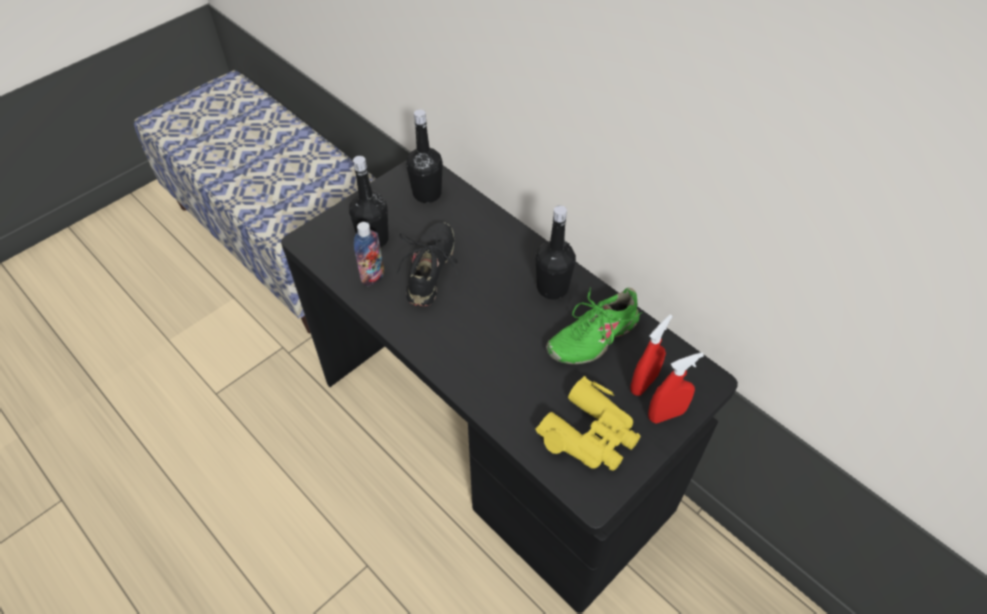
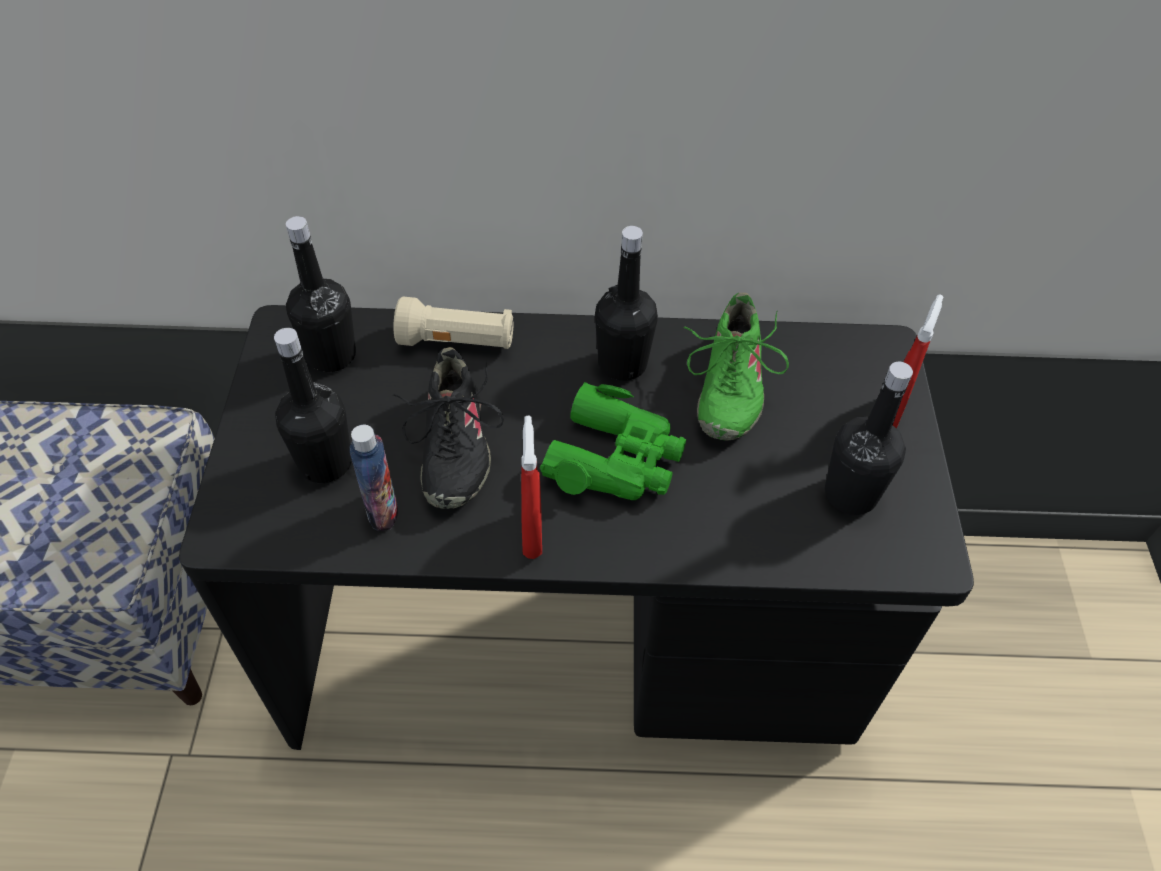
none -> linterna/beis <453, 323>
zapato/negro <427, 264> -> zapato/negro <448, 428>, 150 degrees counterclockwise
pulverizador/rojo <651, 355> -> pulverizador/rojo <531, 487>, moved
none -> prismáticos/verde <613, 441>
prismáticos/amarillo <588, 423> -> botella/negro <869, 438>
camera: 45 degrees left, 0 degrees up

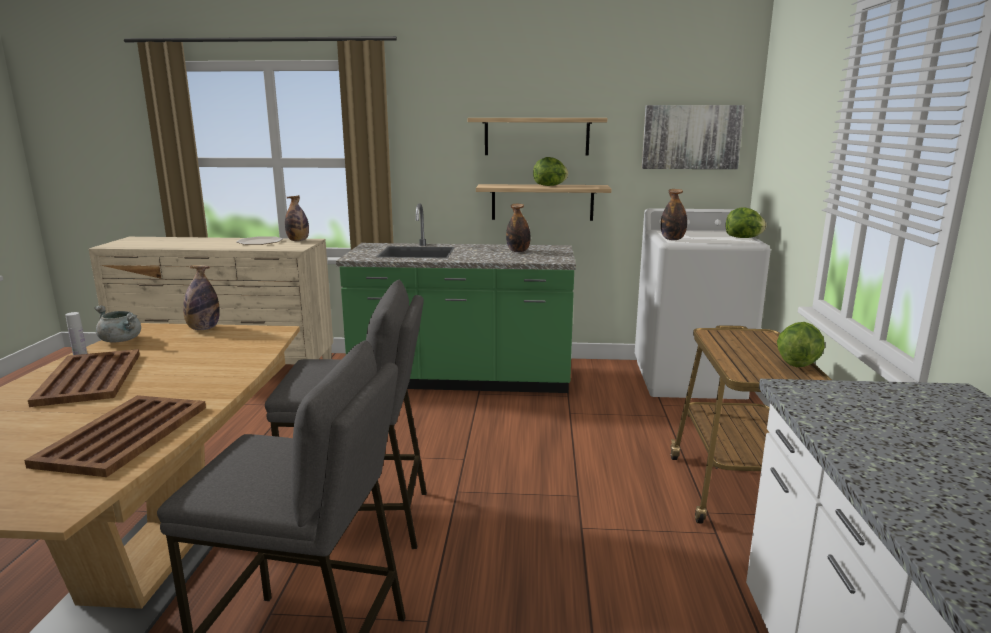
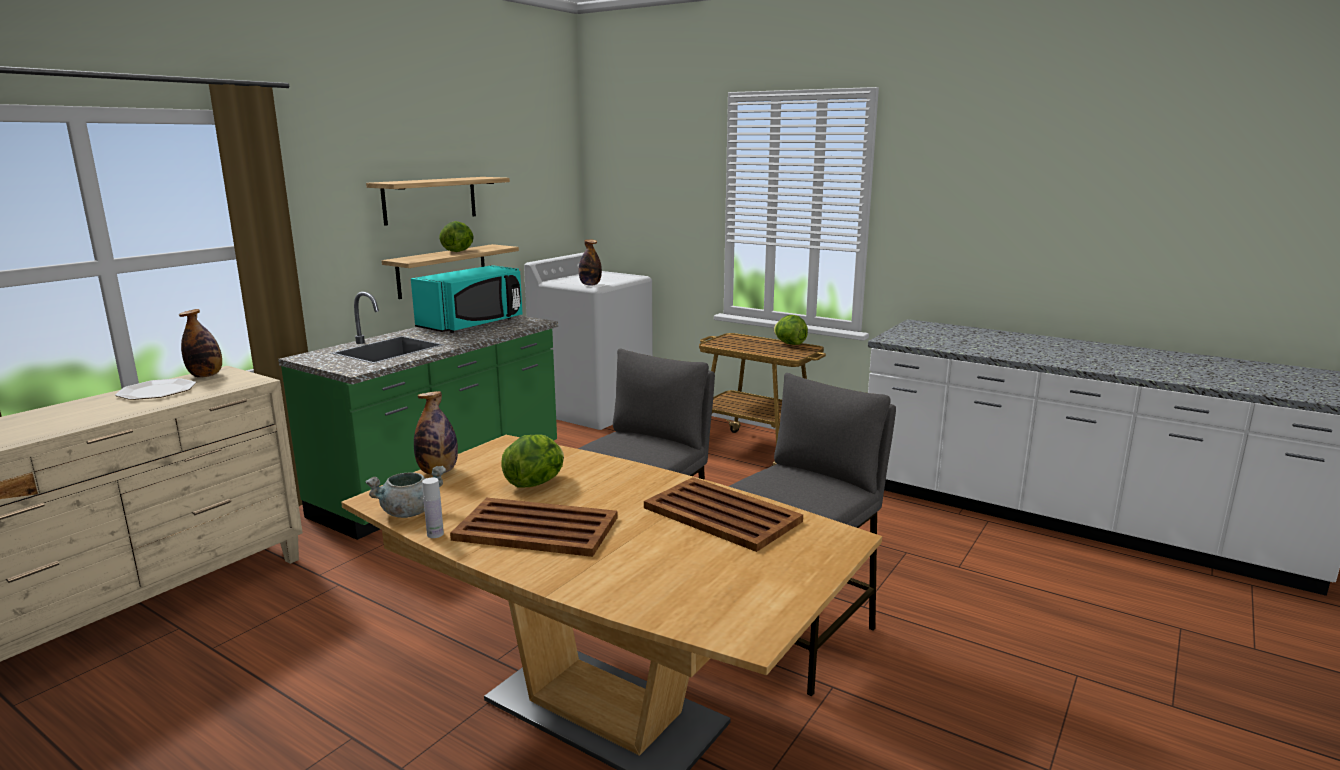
botella <518, 228> -> microondas/turquesa <466, 299>
lechuga <746, 222> -> lechuga <532, 461>, moved
cuadro <693, 137> -> none
camera: 60 degrees left, 0 degrees up

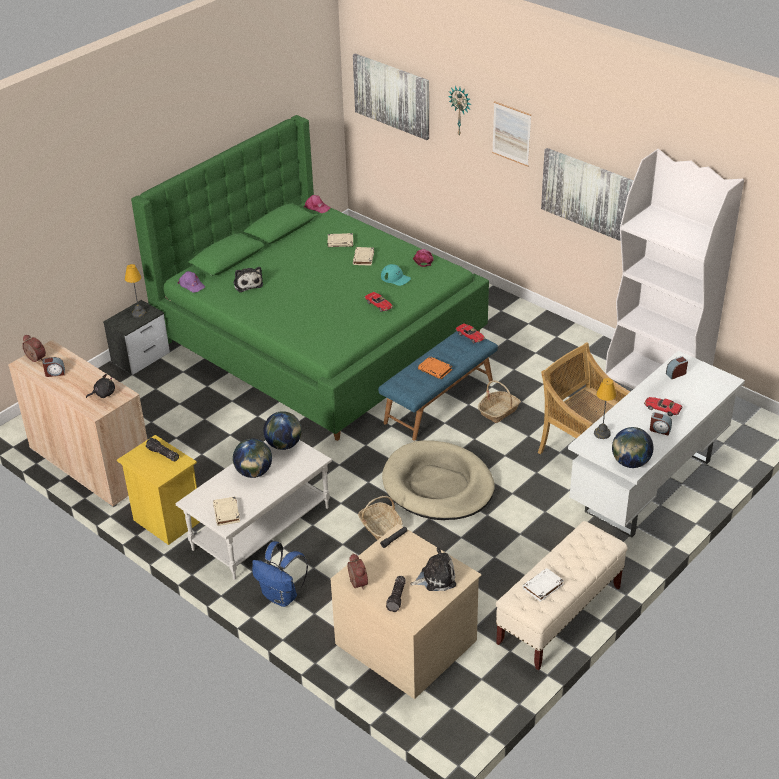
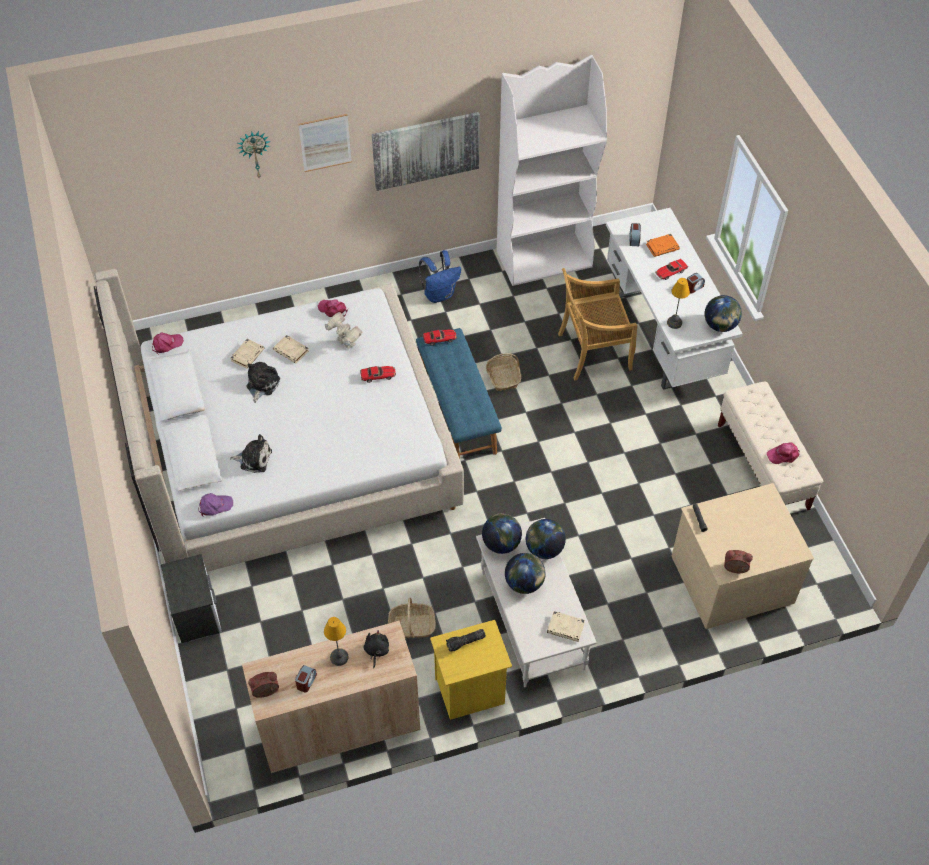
cama/verde <310, 278> -> cama/beis <278, 420>
peluche <433, 569> -> peluche <263, 382>, moved
lámpara de mesa <135, 291> -> lámpara de mesa <336, 641>, moved
gorra/turquesa <396, 275> -> robot de juguete <343, 330>
cesta <380, 518> -> cesta <412, 618>, moved
mochila/azul <280, 574> -> mochila/azul <440, 276>, moved
none -> globo terráqueo <546, 539>
libro/naranja <435, 367> -> libro/naranja <663, 245>, moved
libro/blanco <543, 585> -> gorra/rosa <783, 453>
cuadro <391, 96> -> none
cama para perro/beis <438, 480> -> none
linterna <396, 594> -> none
camera: 60 degrees left, 15 degrees up

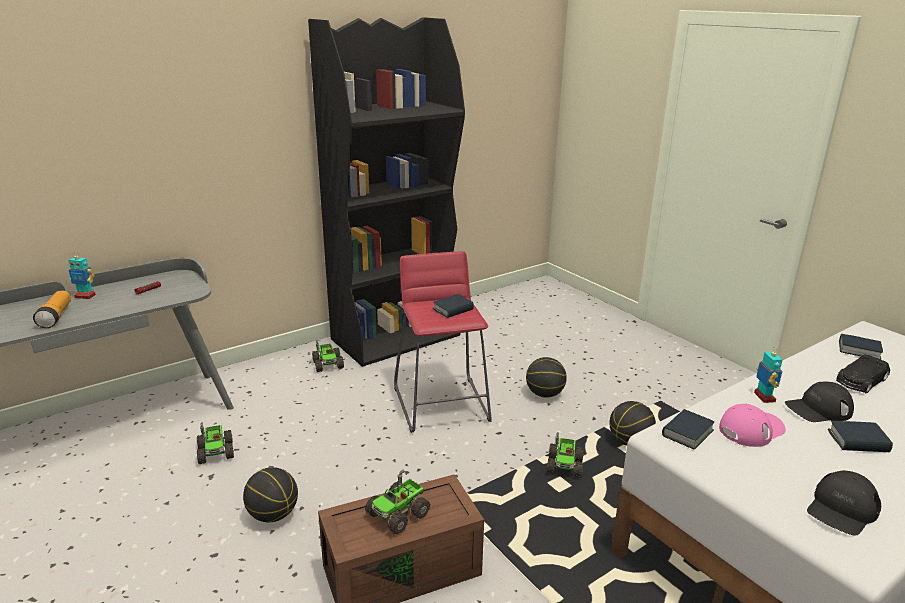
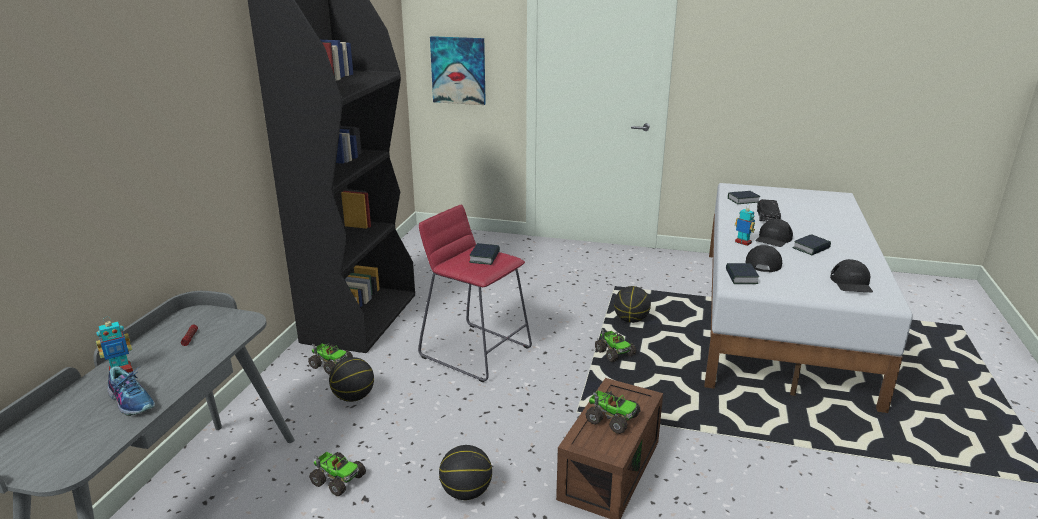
linterna <52, 309> -> zapato <131, 391>
balón de baloncesto <546, 377> -> balón de baloncesto <351, 379>, moved
none -> cuadro <458, 70>
camión de juguete <397, 502> -> camión de juguete <613, 412>, 60 degrees counterclockwise
gorra/rosa <752, 425> -> gorra/negro <763, 258>
camera: 40 degrees left, 0 degrees up

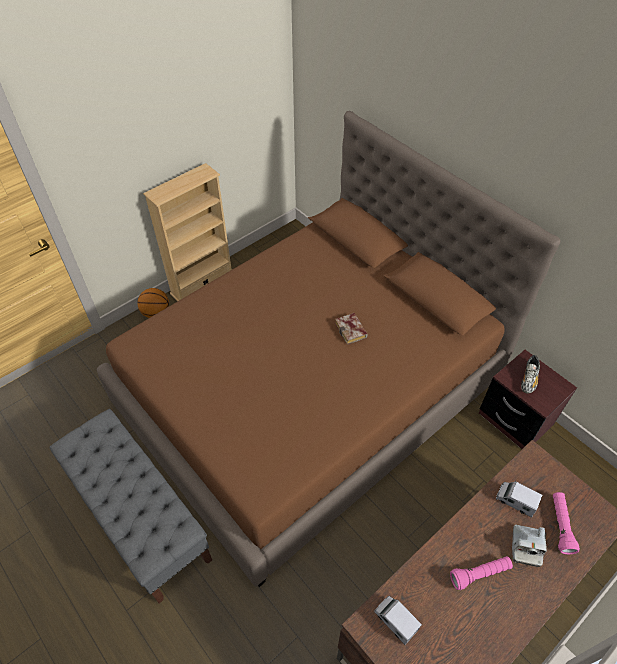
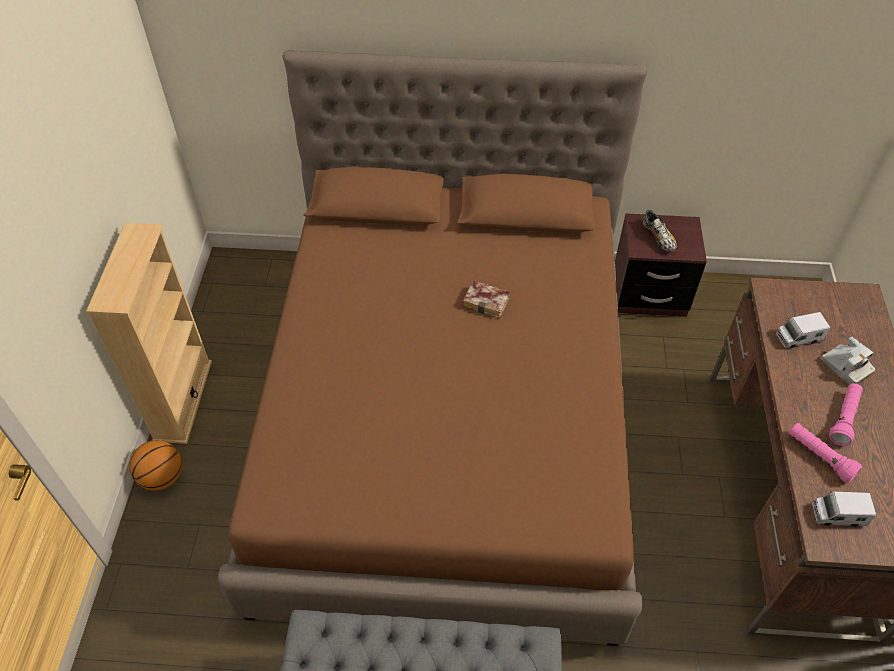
linterna/rosa <566, 523> -> linterna/rosa <825, 453>, moved
camera: 45 degrees left, 0 degrees up

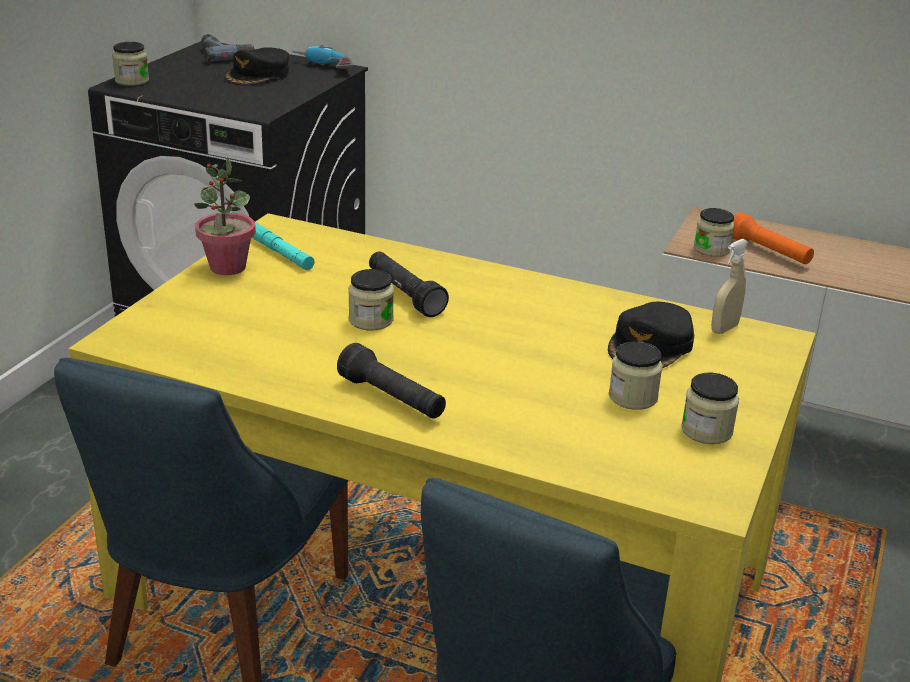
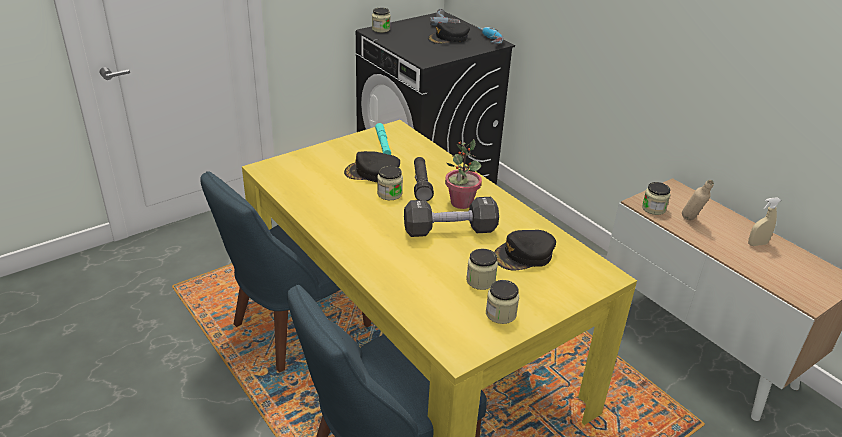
none -> gorra/negro <372, 166>
none -> mancuerna/negro <451, 217>
planta en maceta <225, 216> -> planta en maceta <463, 174>, moved
linterna/naranja <773, 238> -> botella/beis <698, 200>
pulverizador/beis <730, 286> -> pulverizador/beis <764, 221>, moved
linterna/negro <391, 381> -> none
camera: 30 degrees right, 5 degrees up

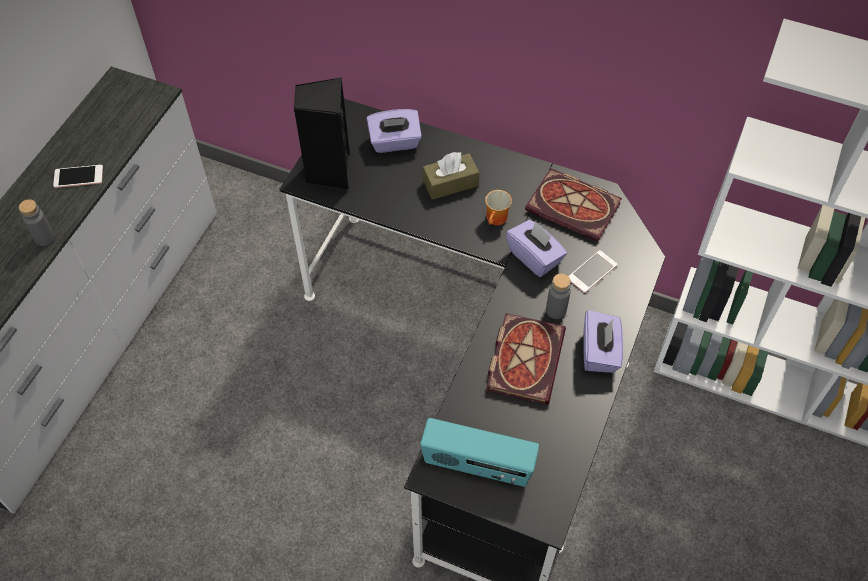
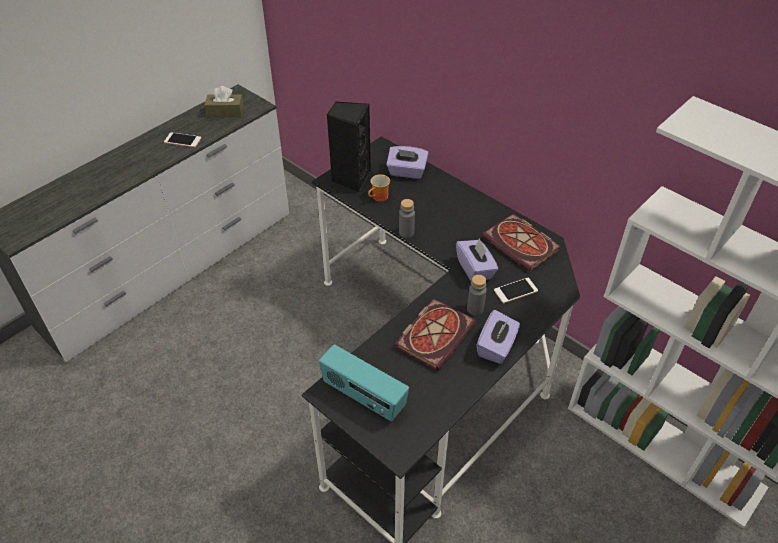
caja de pañuelos/marrón <451, 176> -> caja de pañuelos/marrón <224, 102>, moved
taza grande <498, 207> -> taza grande <379, 188>, moved
botella/gris <37, 222> -> botella/gris <407, 218>, moved
camera: 20 degrees right, 10 degrees down

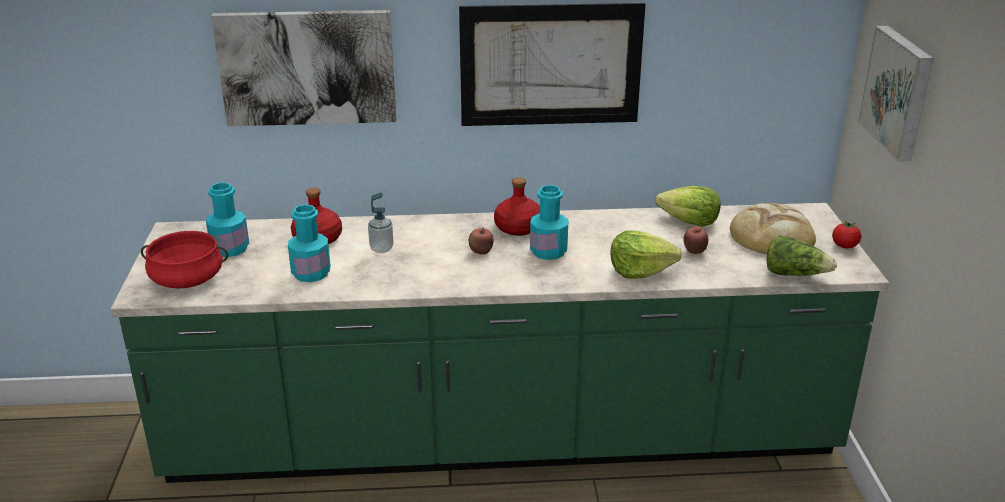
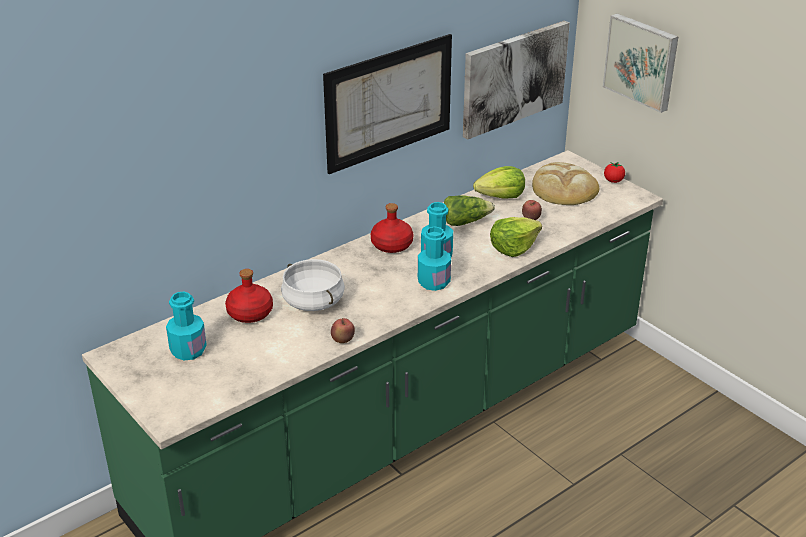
dispensador de jabón <381, 222> -> olla/blanco <313, 285>
manzana <481, 241> -> manzana <343, 330>, moved
botella/turquesa <309, 243> -> botella/turquesa <434, 259>, moved
lechuga <801, 255> -> lechuga <469, 210>, moved
cuadro <303, 68> -> cuadro <516, 80>, moved
olla/rojo <184, 260> -> none
camera: 35 degrees left, 5 degrees up

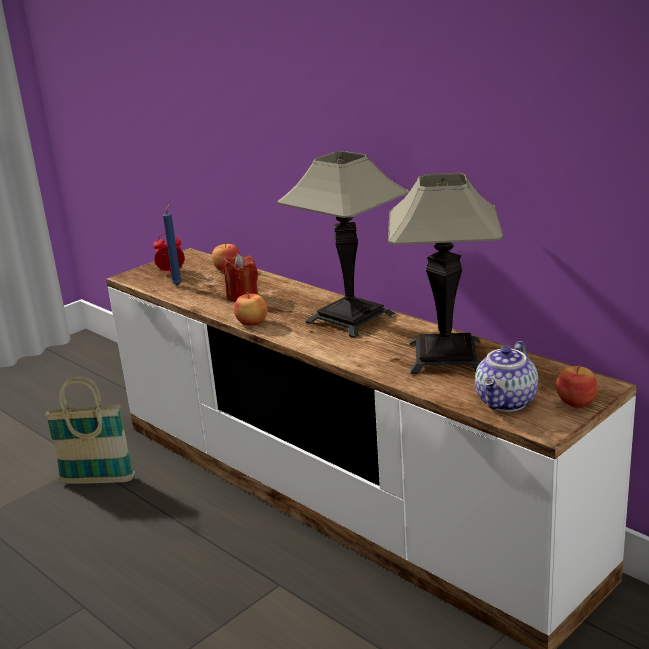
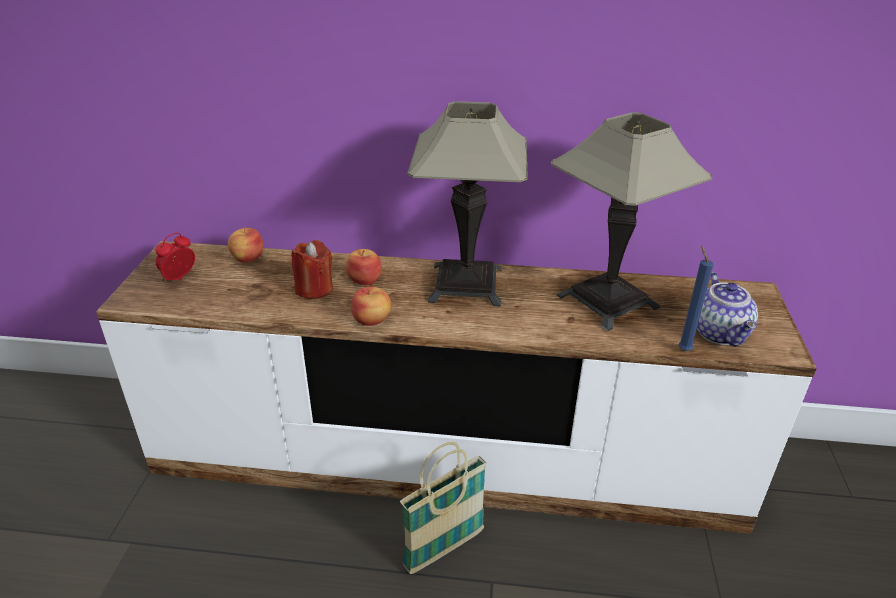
manzana <577, 387> -> manzana <364, 267>, moved
cesta <89, 430> -> cesta <443, 508>, moved
vela/azul <172, 245> -> vela/azul <696, 298>, moved
camera: 40 degrees left, 10 degrees up

